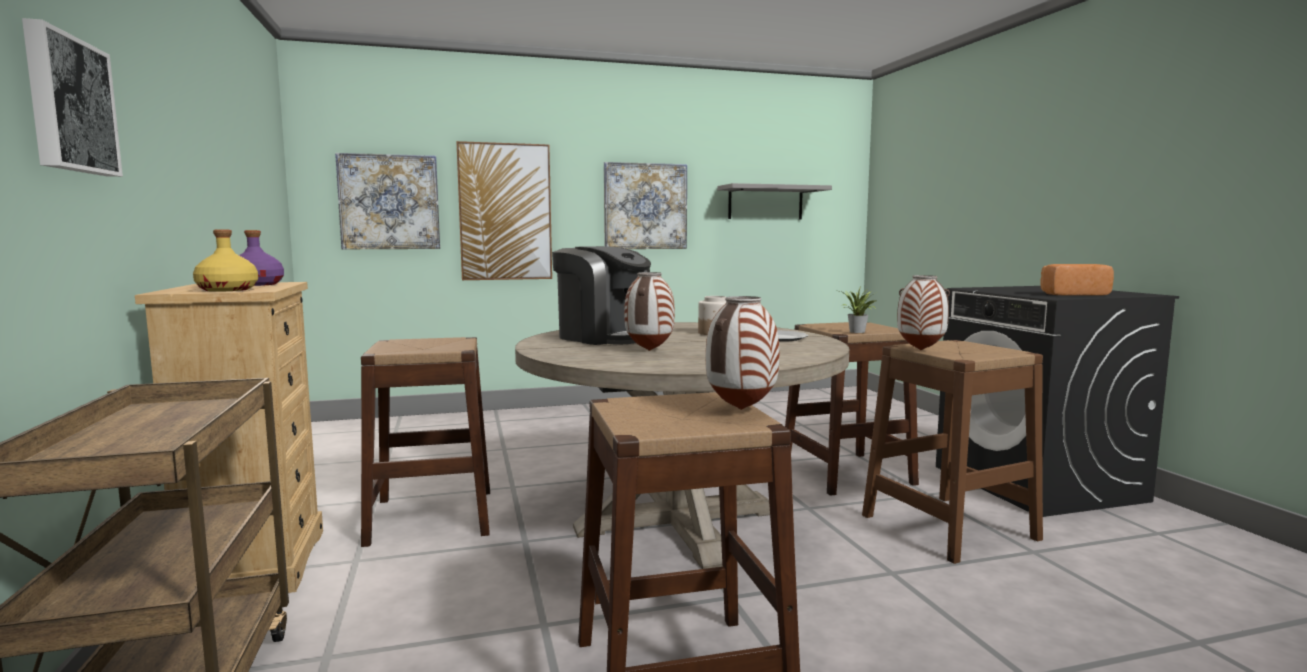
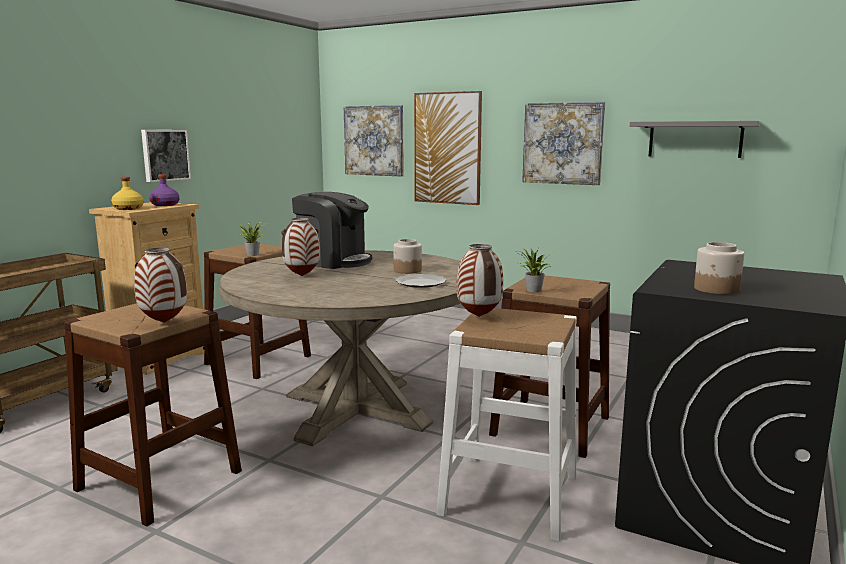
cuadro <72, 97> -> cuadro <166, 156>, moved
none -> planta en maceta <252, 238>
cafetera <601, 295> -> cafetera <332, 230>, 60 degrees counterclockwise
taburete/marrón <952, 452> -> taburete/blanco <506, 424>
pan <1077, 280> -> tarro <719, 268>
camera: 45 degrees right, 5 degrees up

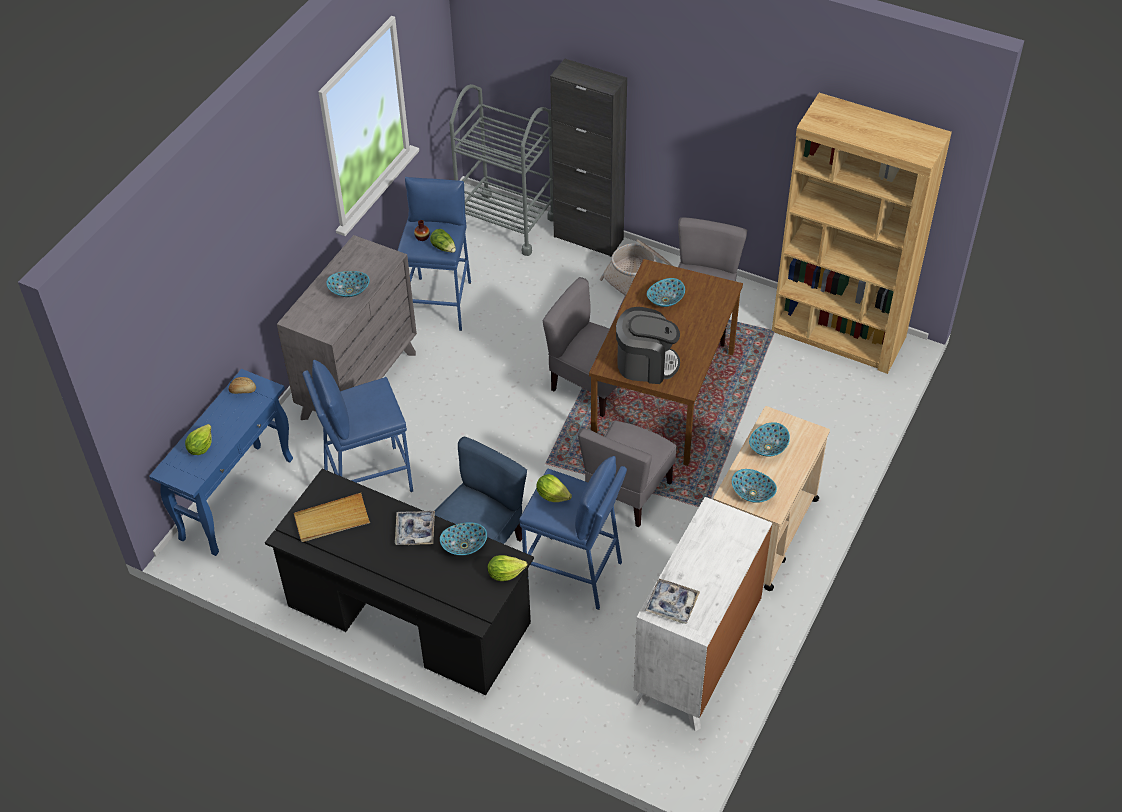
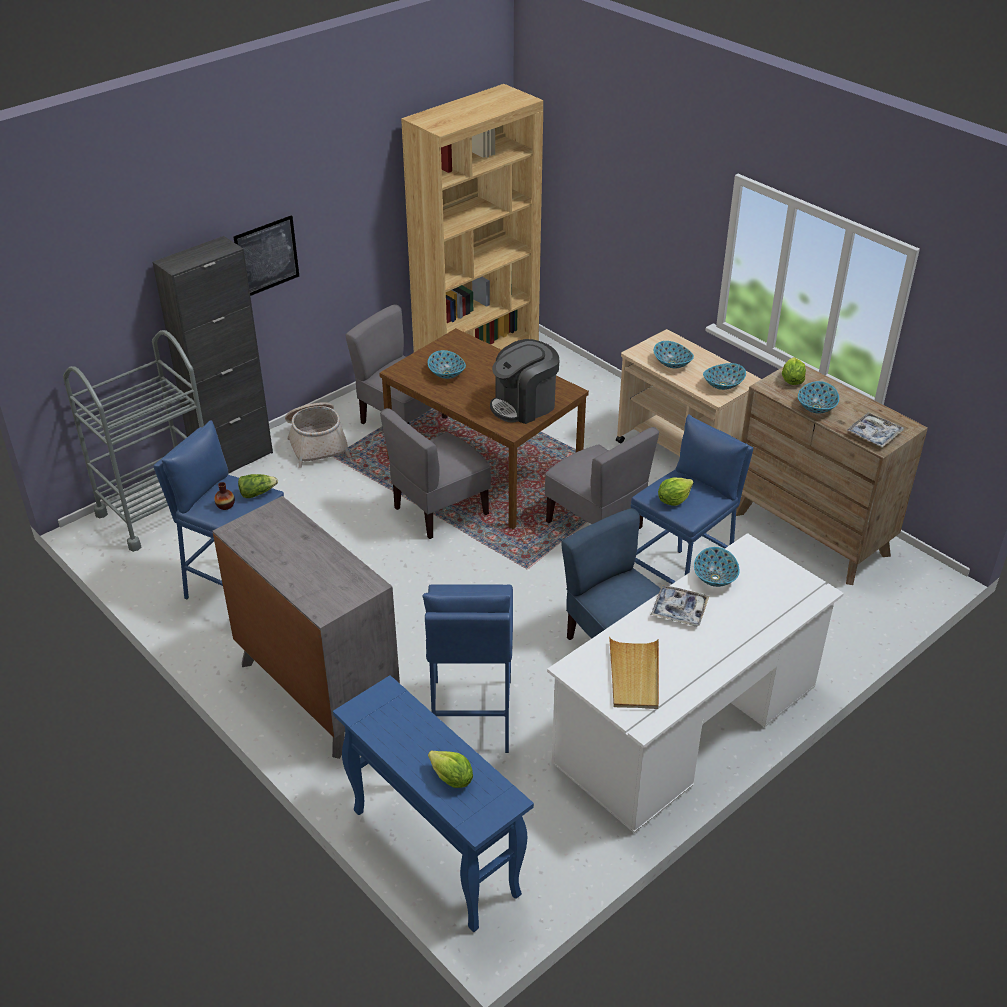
none -> cuadro <266, 255>
cafetera <648, 345> -> cafetera <525, 381>, 150 degrees counterclockwise
escritorio/negro <399, 582> -> escritorio/blanco <695, 683>
cómoda/blanco <703, 614> -> cómoda/marrón <832, 475>
lechuga <507, 568> -> lechuga <794, 371>, moved
cuenco <348, 284> -> cuenco <818, 397>, moved
pan <242, 385> -> none
camera: 70 degrees left, 10 degrees down

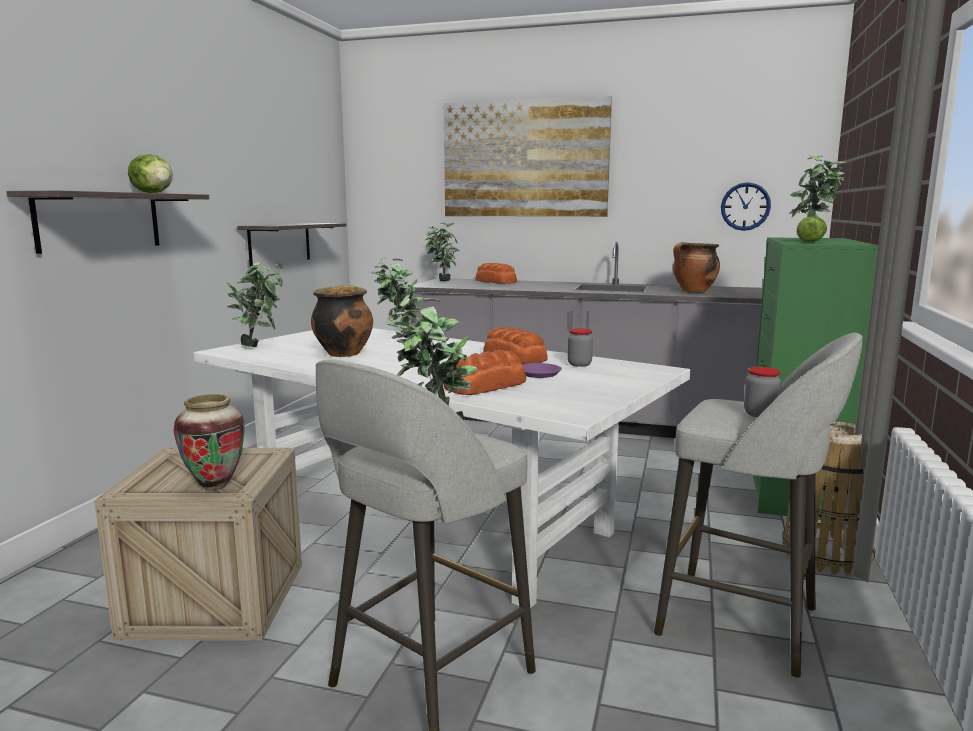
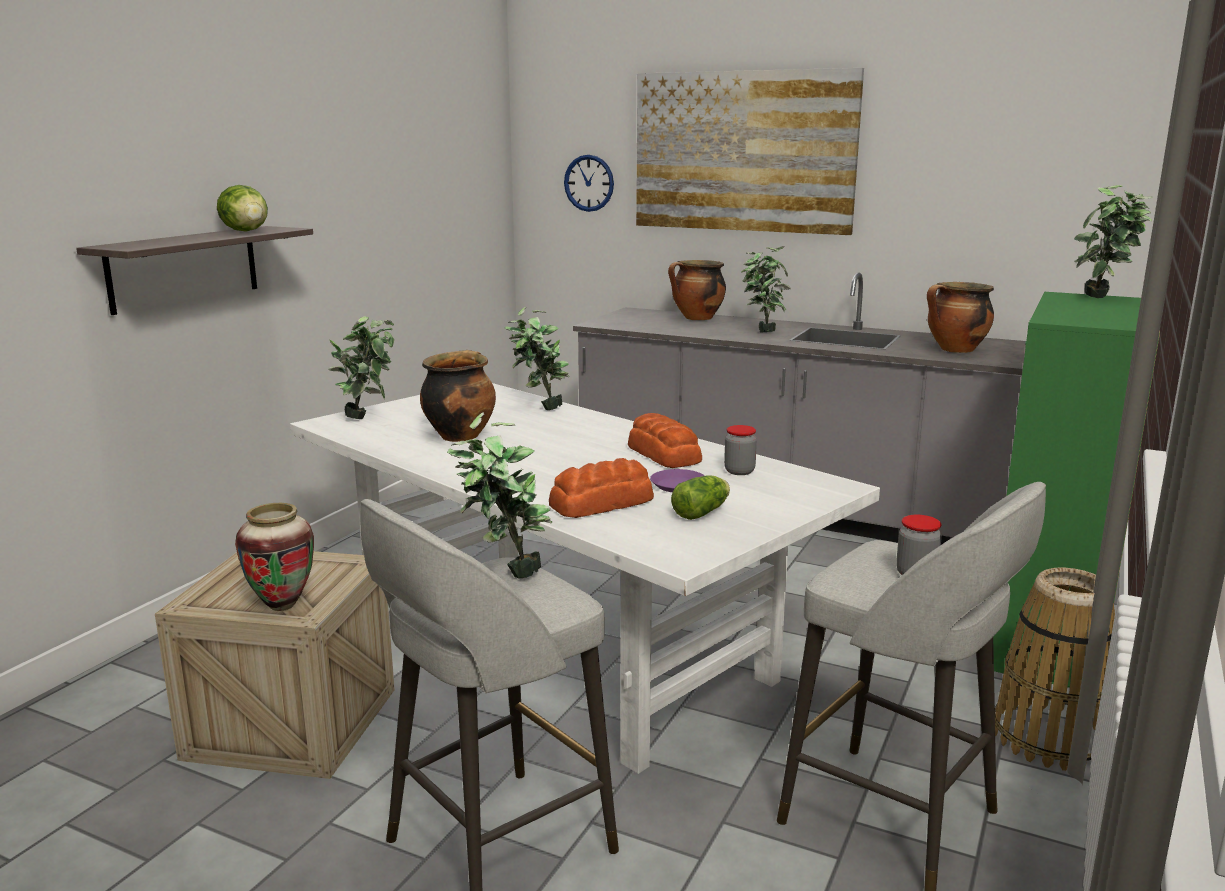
reloj de pared <746, 206> -> reloj de pared <589, 183>, moved
pan <496, 273> -> olla <697, 290>
lechuga <812, 229> -> lechuga <700, 497>, moved
planta en maceta <442, 252> -> planta en maceta <766, 289>, moved
estante <292, 245> -> none
camera: 10 degrees right, 5 degrees up

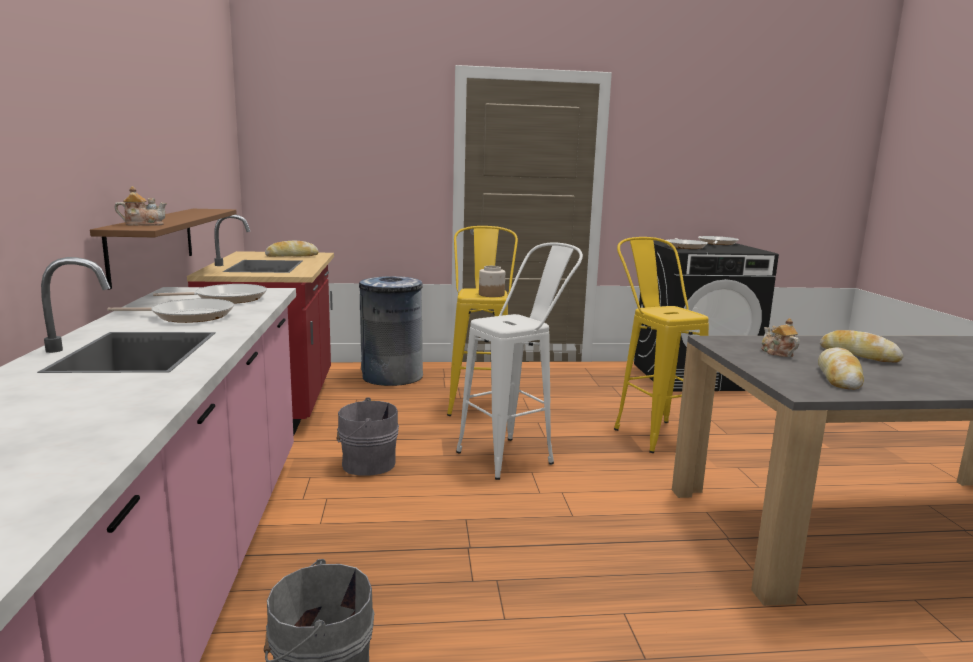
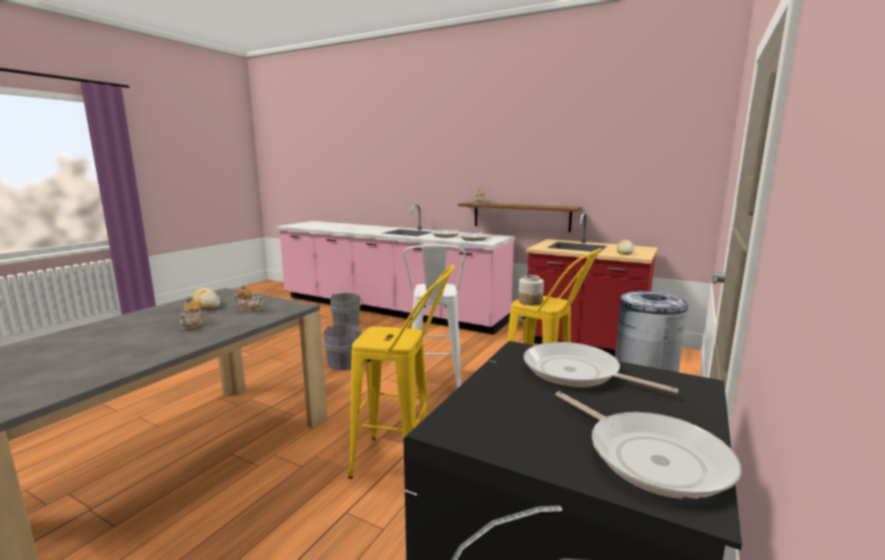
pan <861, 346> -> tetera <192, 313>
cubo/gris <367, 437> -> cubo/gris <342, 347>, moved
camera: 125 degrees right, 0 degrees up

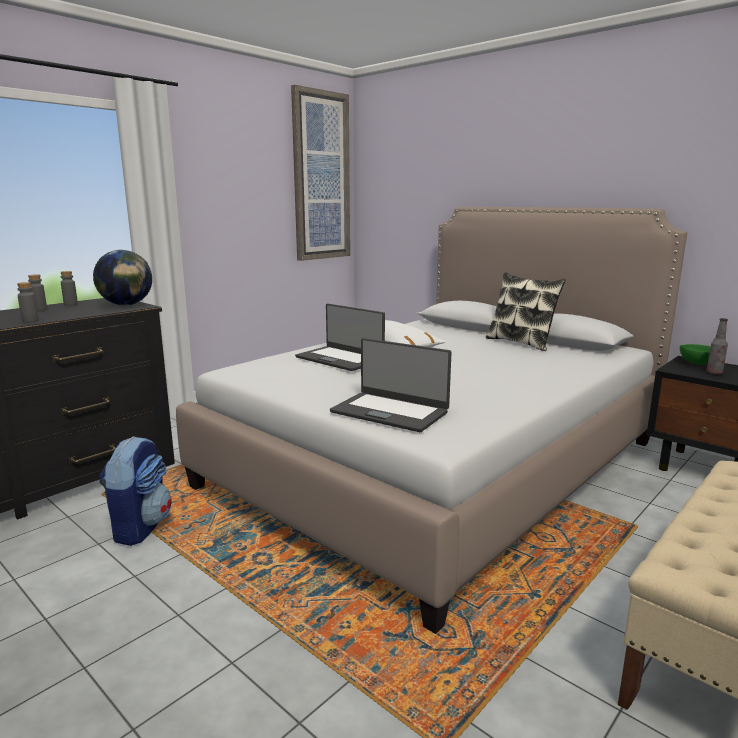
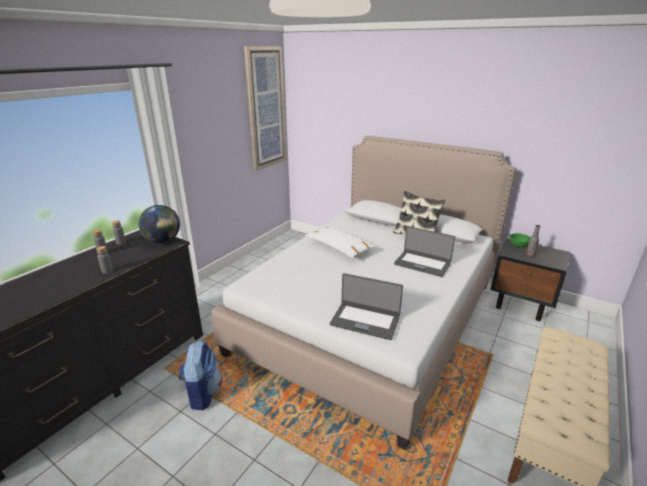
portátil <340, 337> -> portátil <424, 251>, moved
camera: 10 degrees left, 10 degrees up

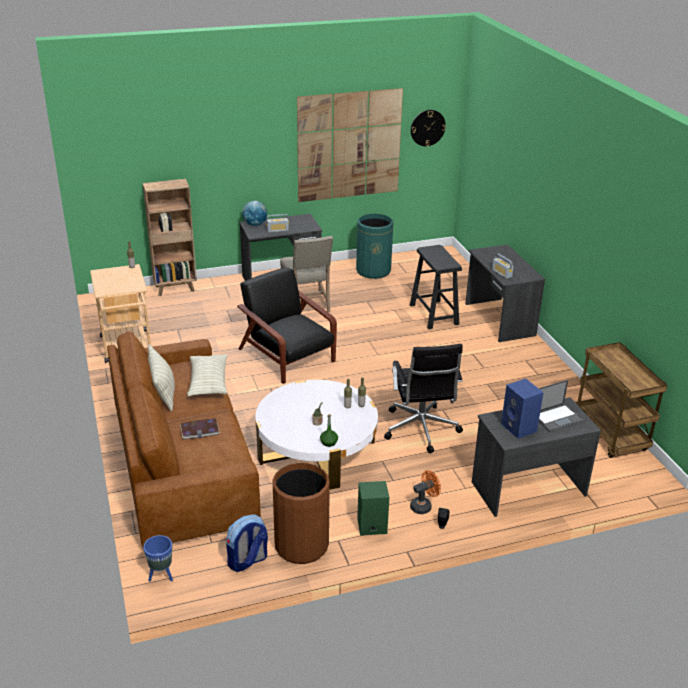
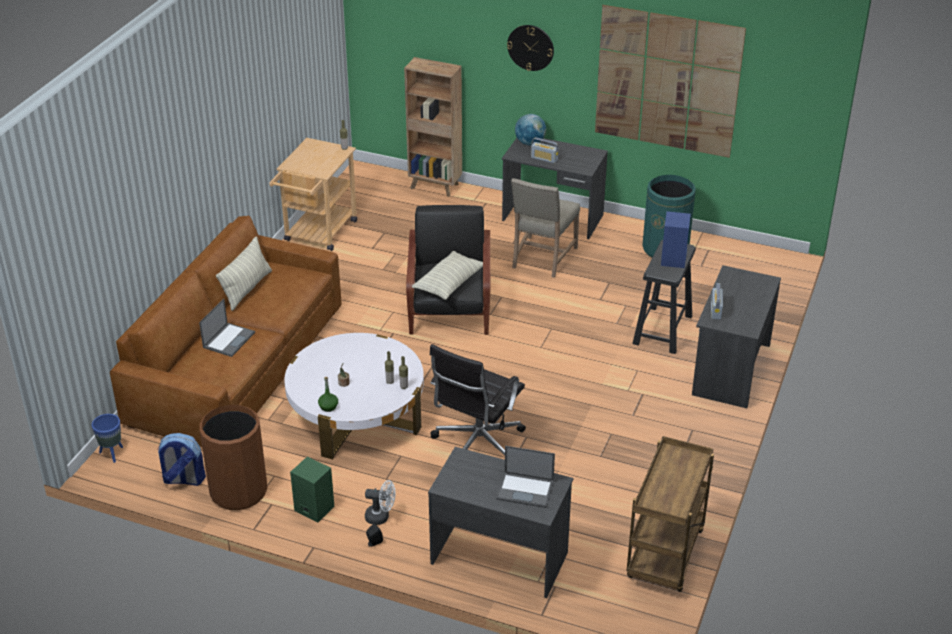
libro <200, 429> -> portátil <227, 328>
ventilador/naranja <425, 492> -> ventilador/blanco <380, 502>
cojín <207, 375> -> cojín <447, 275>, moved
reloj de pared <428, 128> -> reloj de pared <530, 48>, moved
altavoz/azul <522, 408> -> altavoz/azul <676, 239>, moved
camera: 40 degrees right, 5 degrees up

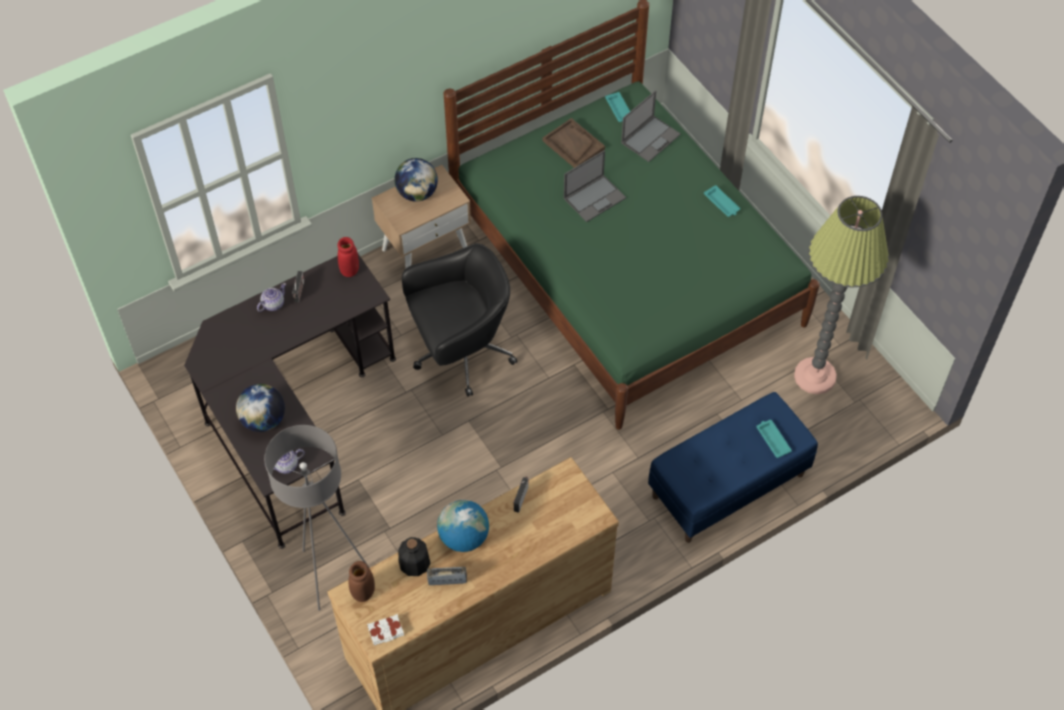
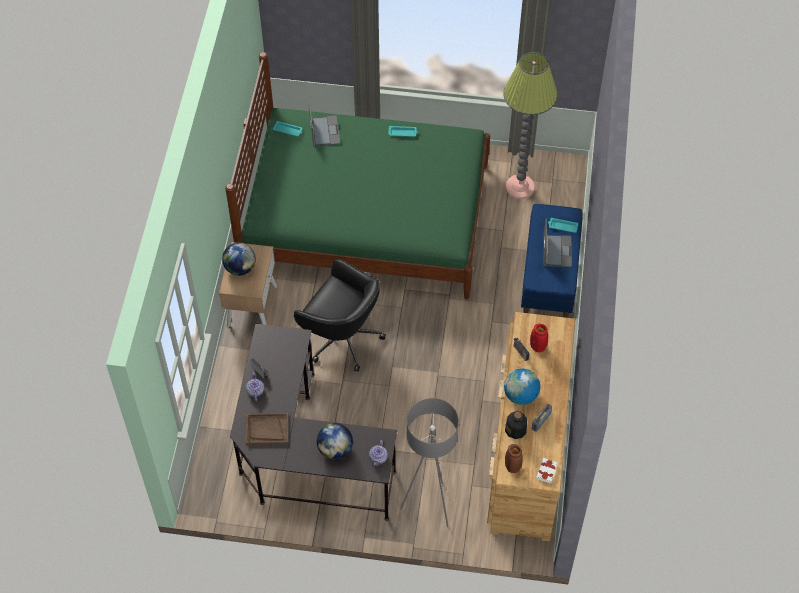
bandeja/marrón <573, 143> -> bandeja/marrón <267, 429>, moved
silla de oficina/negro <459, 320> -> silla de oficina/negro <340, 315>, 105 degrees clockwise
florero/rojo <348, 257> -> florero/rojo <539, 337>, moved
portátil <595, 186> -> portátil <557, 242>, moved
camera: 50 degrees left, 0 degrees up

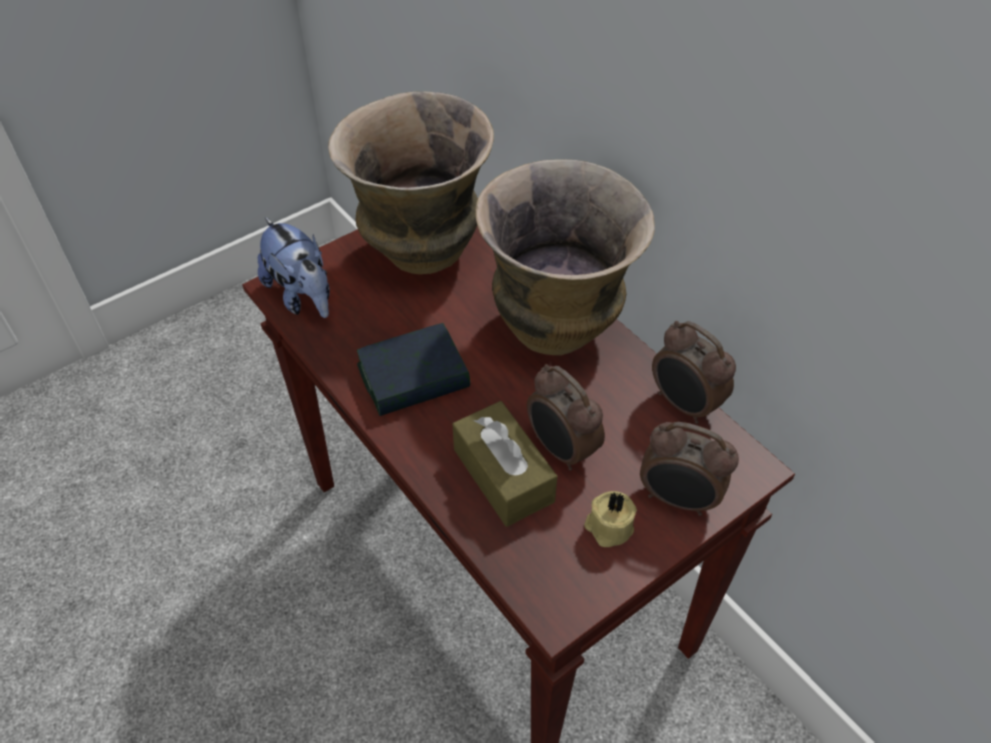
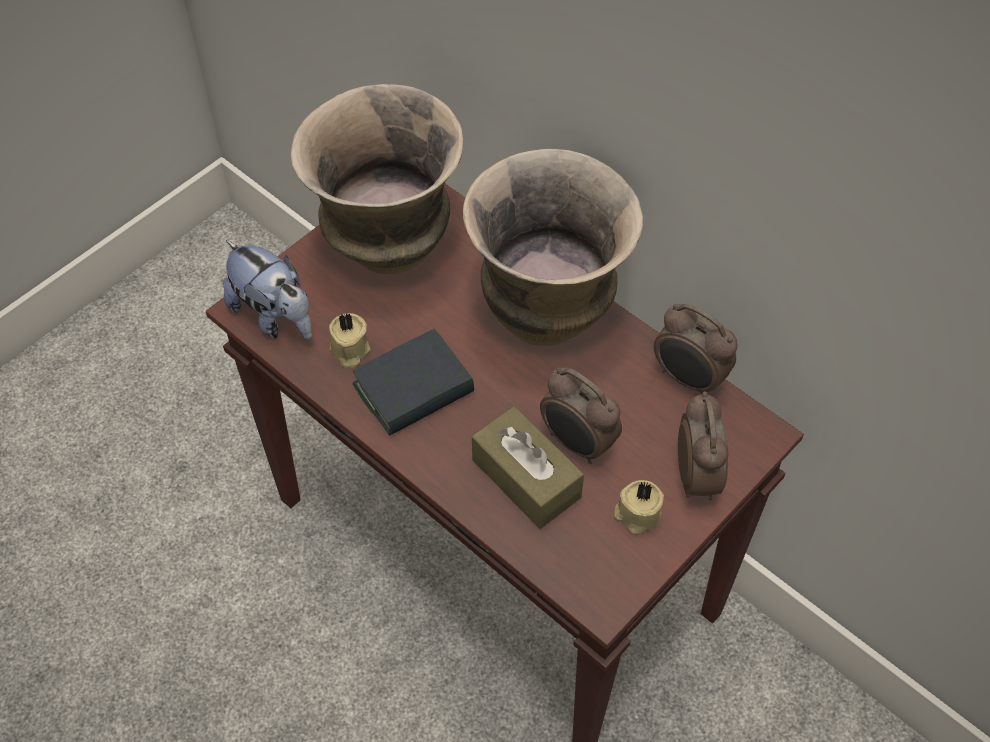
none -> vela/beis <349, 340>
despertador <689, 469> -> despertador <703, 445>, 105 degrees counterclockwise
camera: 10 degrees left, 5 degrees up

